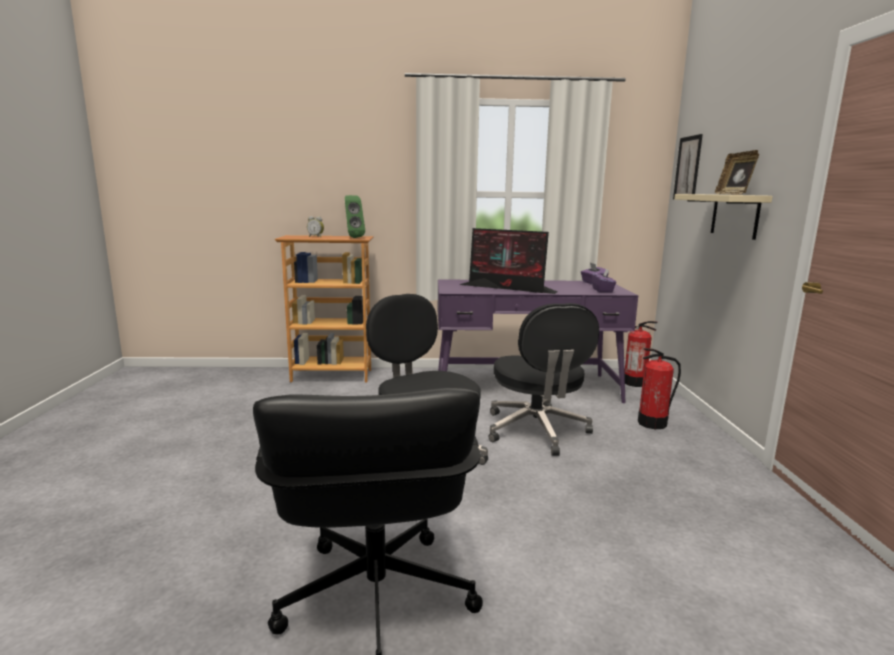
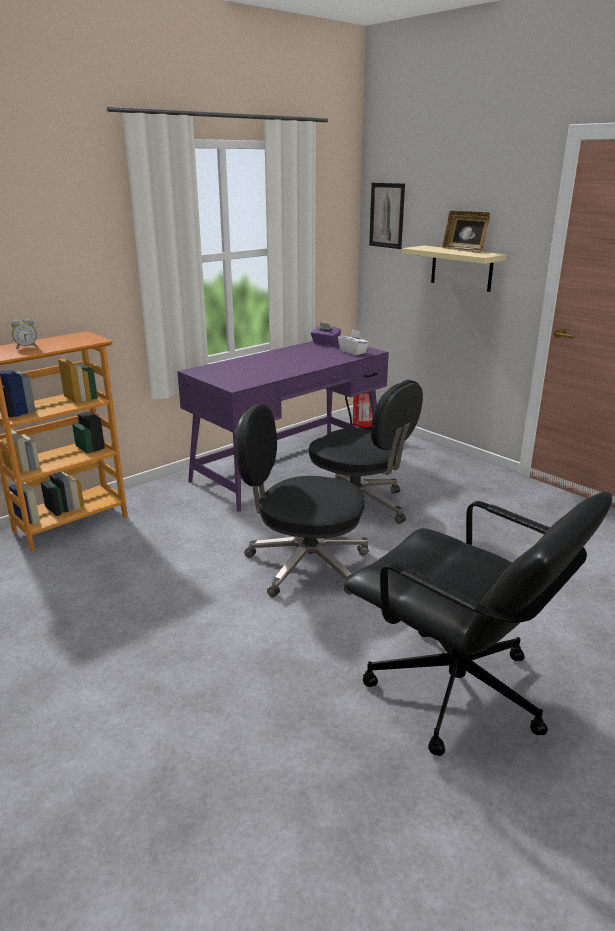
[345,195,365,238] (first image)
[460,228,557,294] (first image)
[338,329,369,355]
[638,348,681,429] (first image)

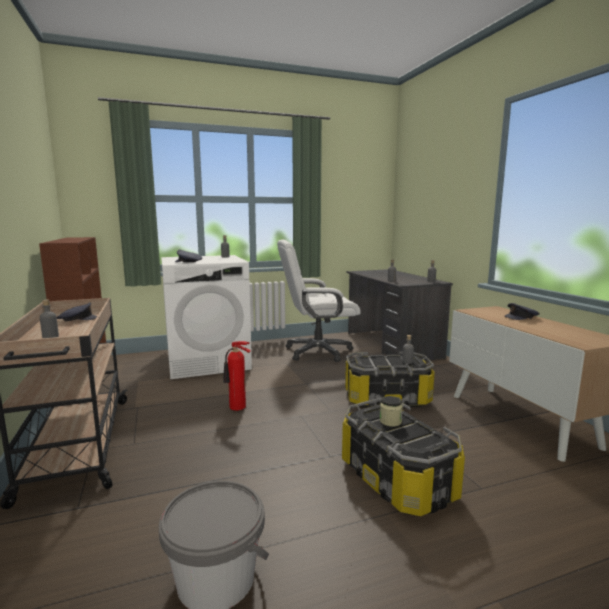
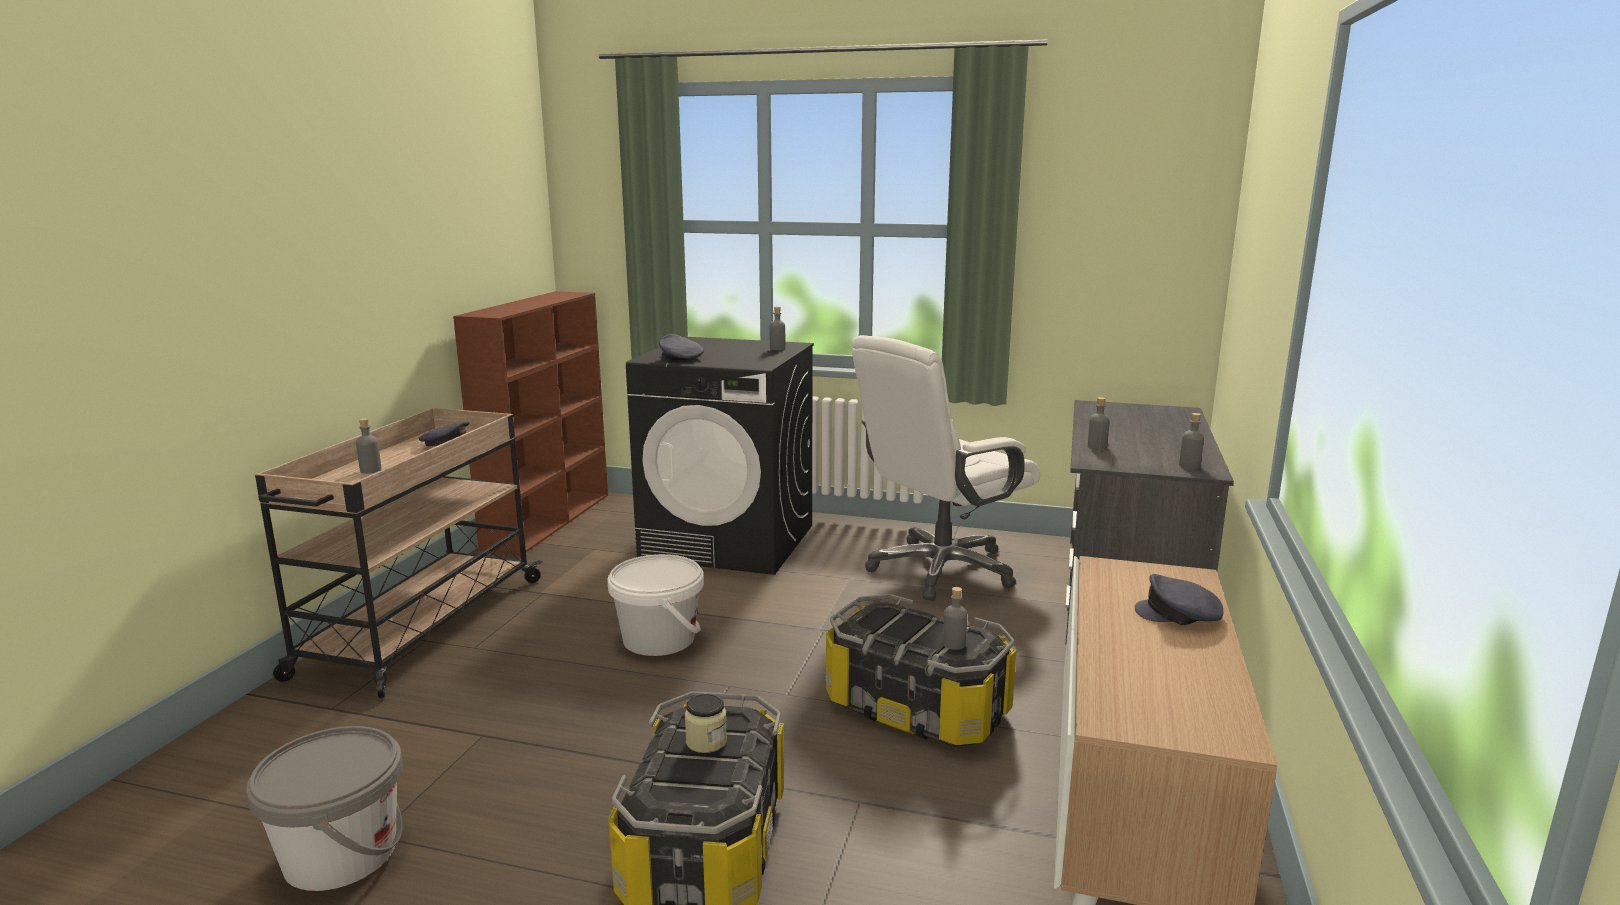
[852,335,1040,601]
[626,337,814,575]
[607,554,704,656]

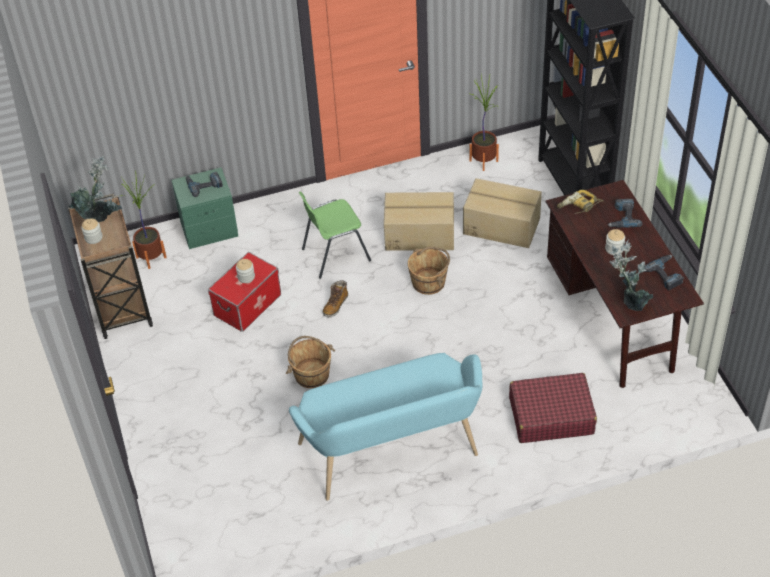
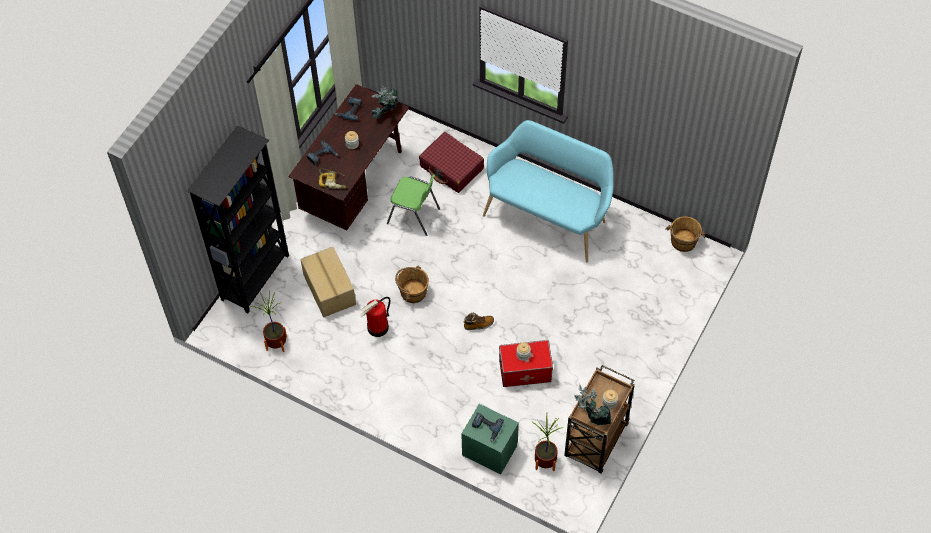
[387,174,440,236]
[359,297,390,337]
[665,216,706,252]

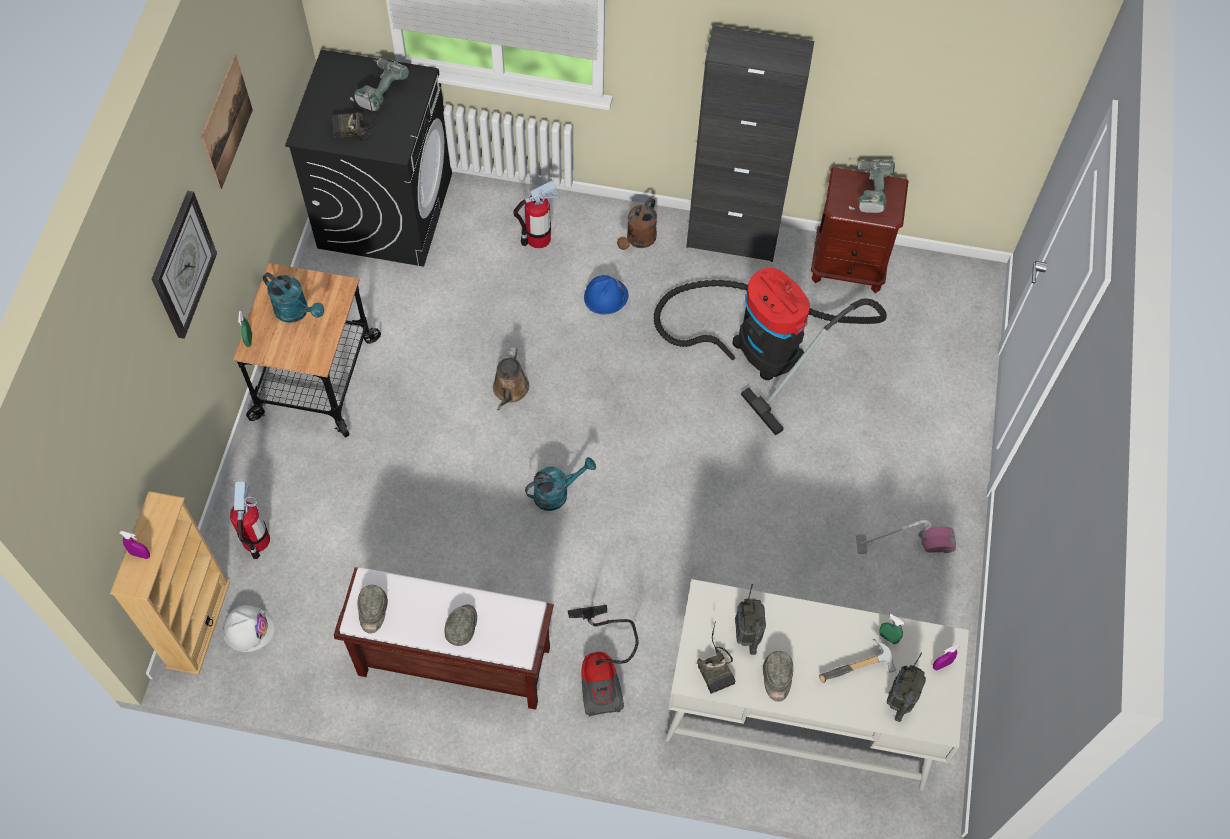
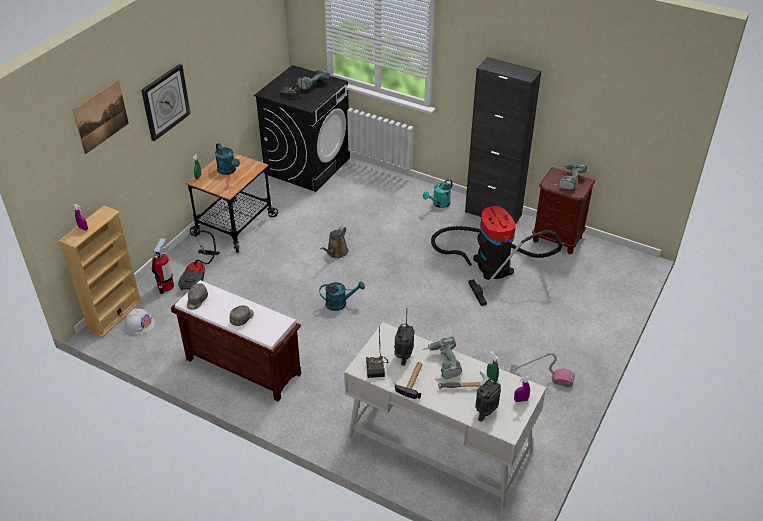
[73,80,129,154]
[513,180,559,249] (first image)
[423,179,453,208]
[584,275,628,314] (first image)
[178,230,220,291]
[395,362,422,399]
[424,336,462,381]

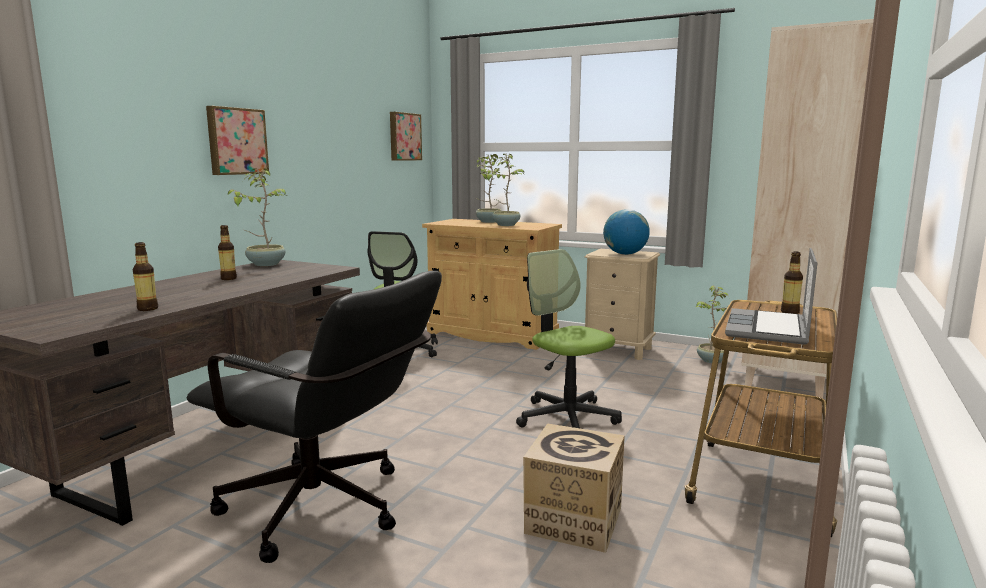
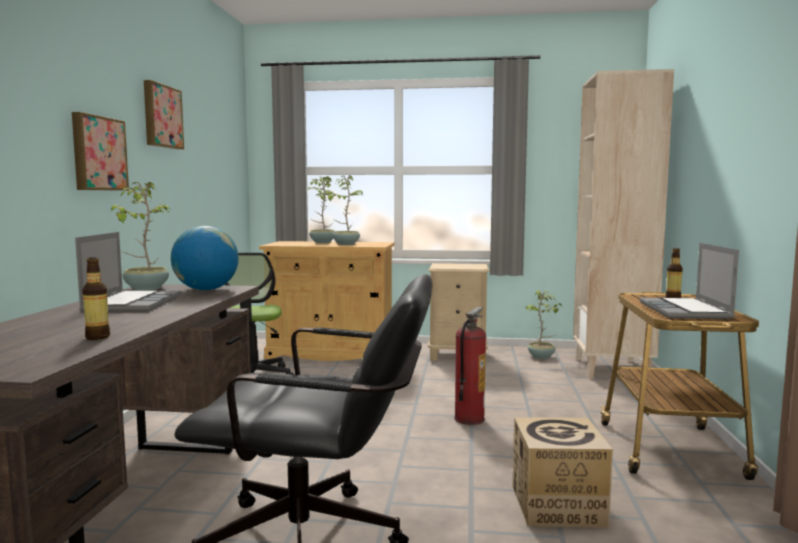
[144,80,184,150]
[171,226,238,290]
[75,232,181,312]
[454,307,486,425]

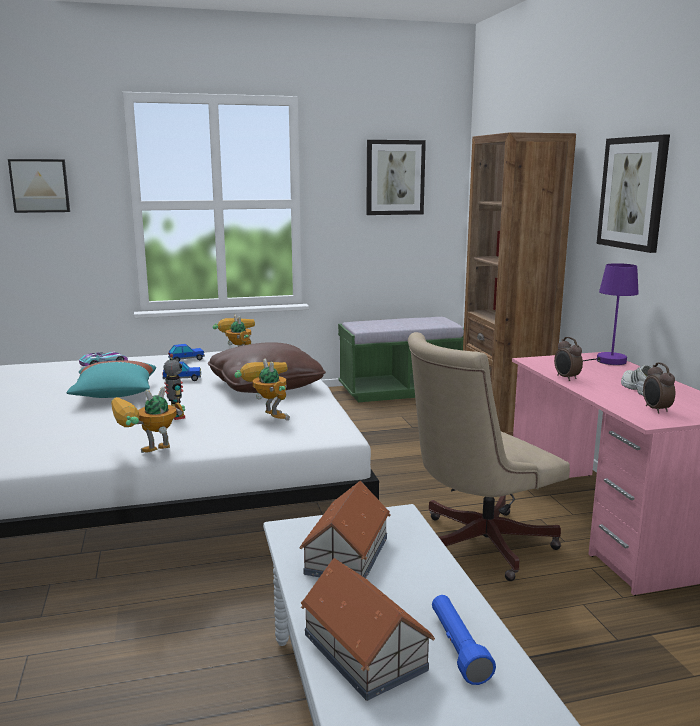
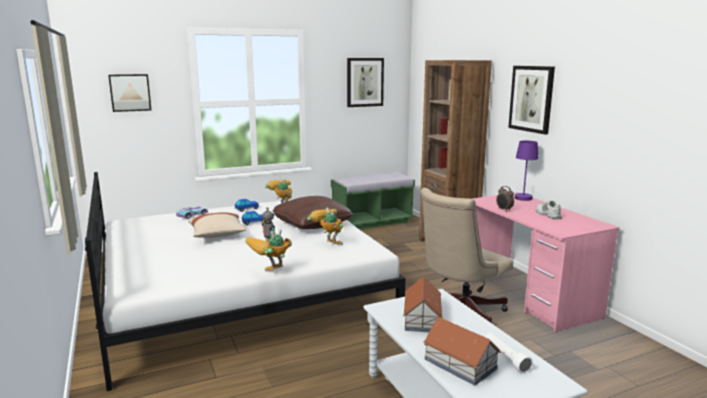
[188,212,246,238]
[643,363,675,414] (first image)
[486,332,533,373]

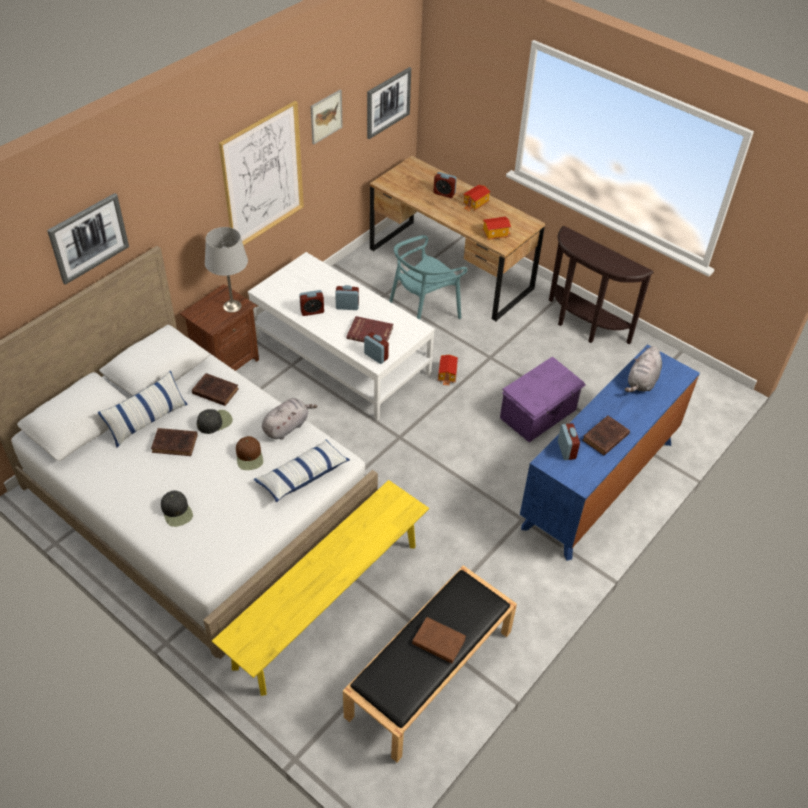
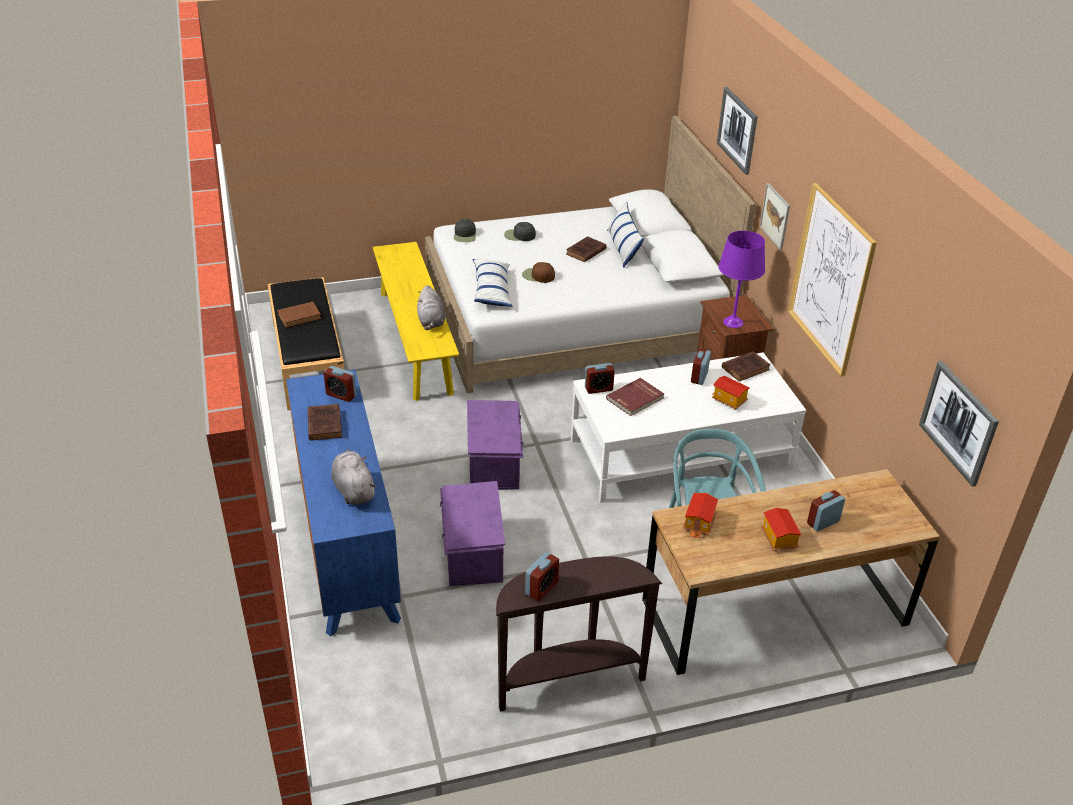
[760,183,790,250]
[718,231,765,328]
[525,552,559,601]
[712,376,750,410]
[722,351,770,382]
[417,285,445,330]
[454,219,476,242]
[467,400,523,490]

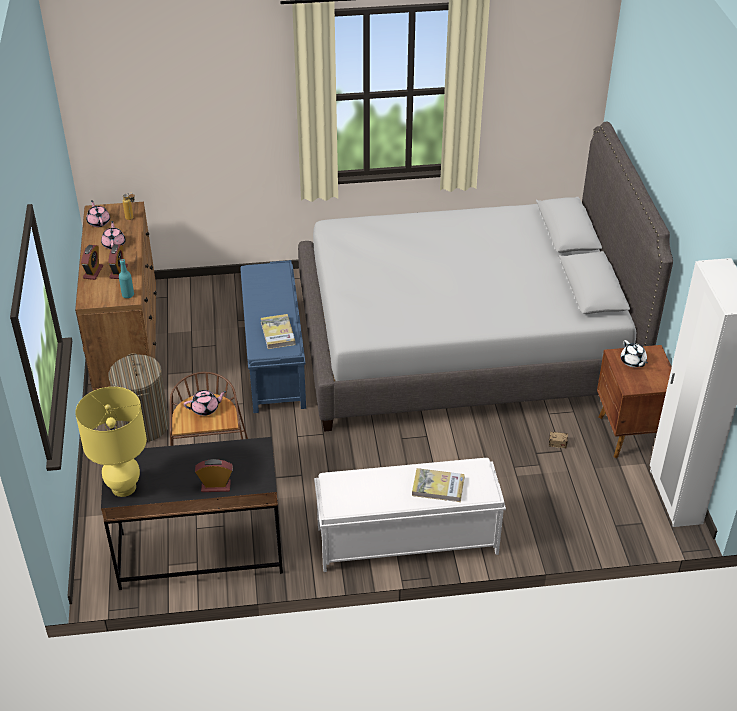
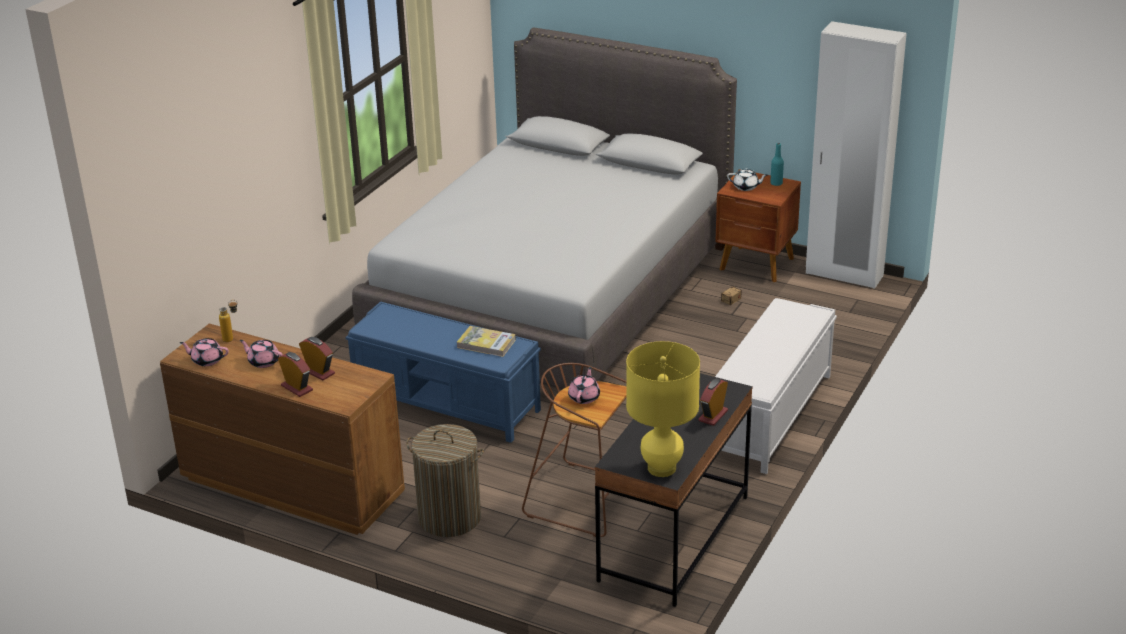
[770,143,784,186]
[412,468,465,502] (first image)

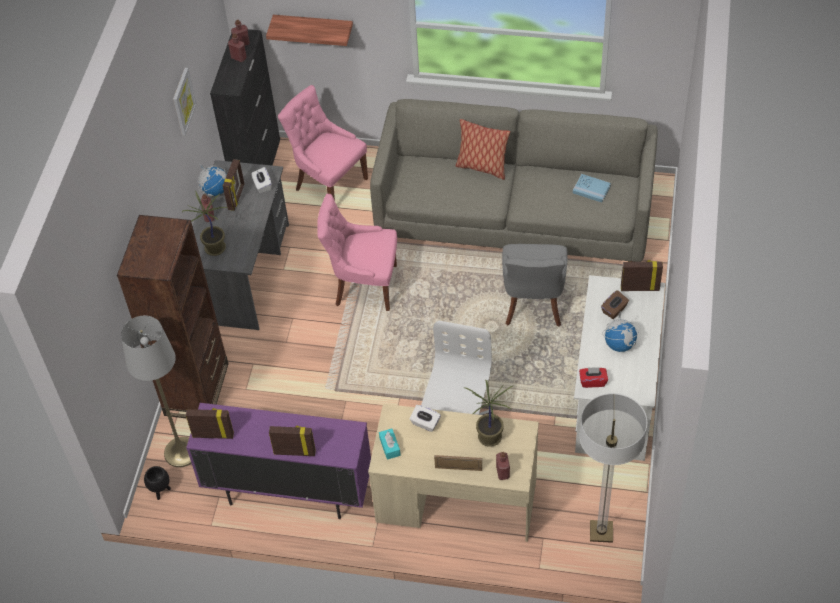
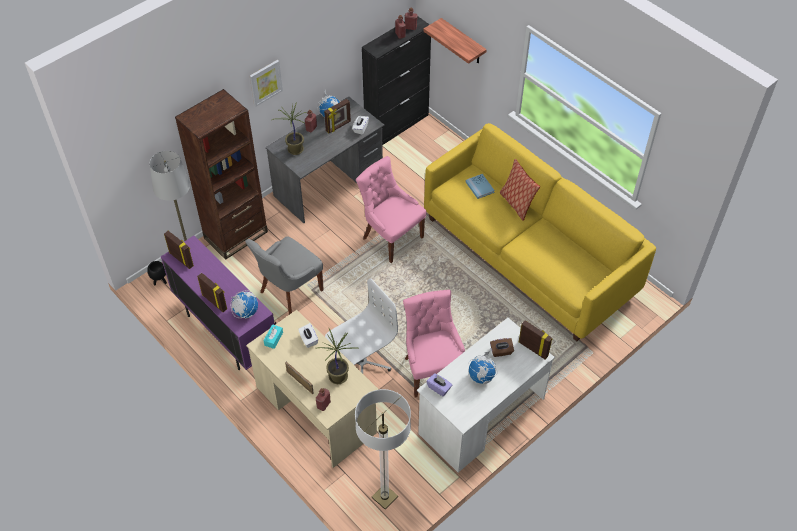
[250,60,283,107]
[403,290,465,398]
[424,123,656,342]
[466,174,495,199]
[245,236,324,315]
[427,373,452,396]
[231,290,258,318]

